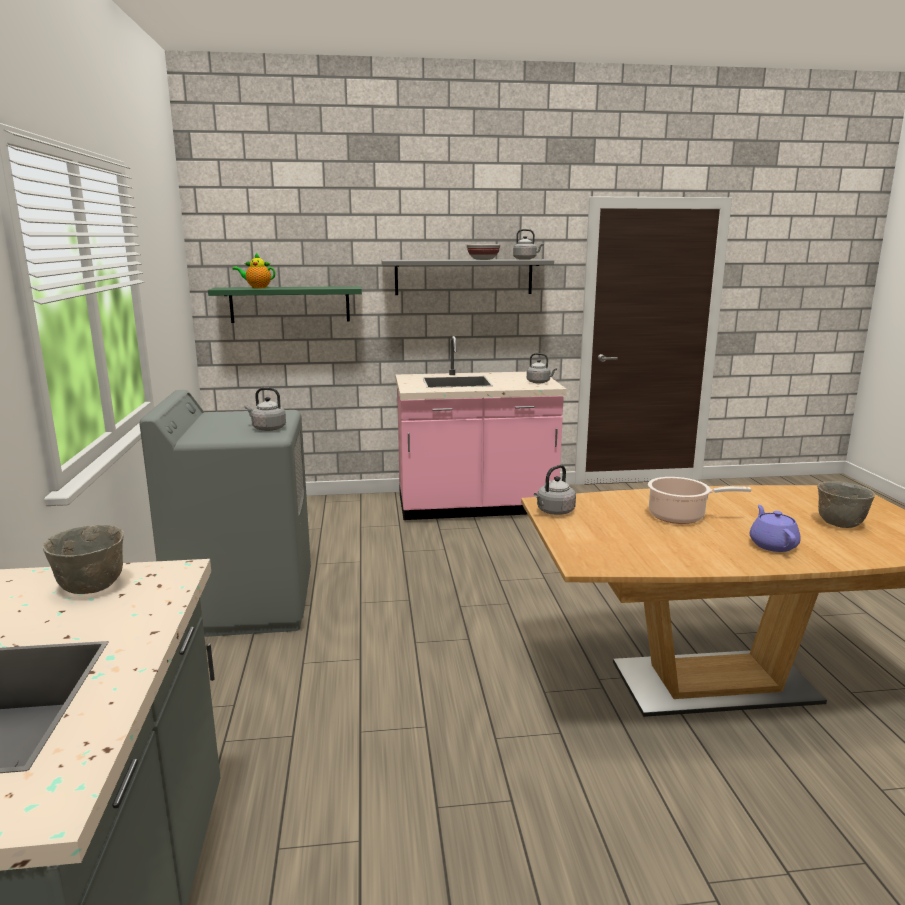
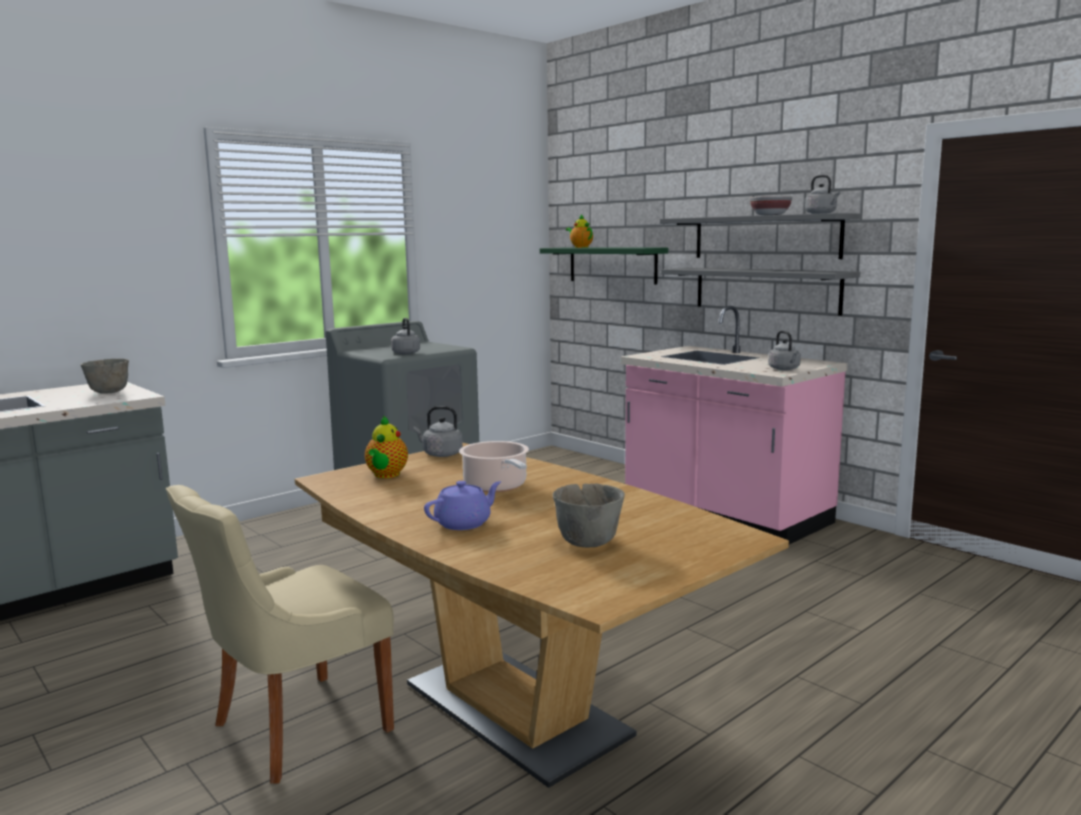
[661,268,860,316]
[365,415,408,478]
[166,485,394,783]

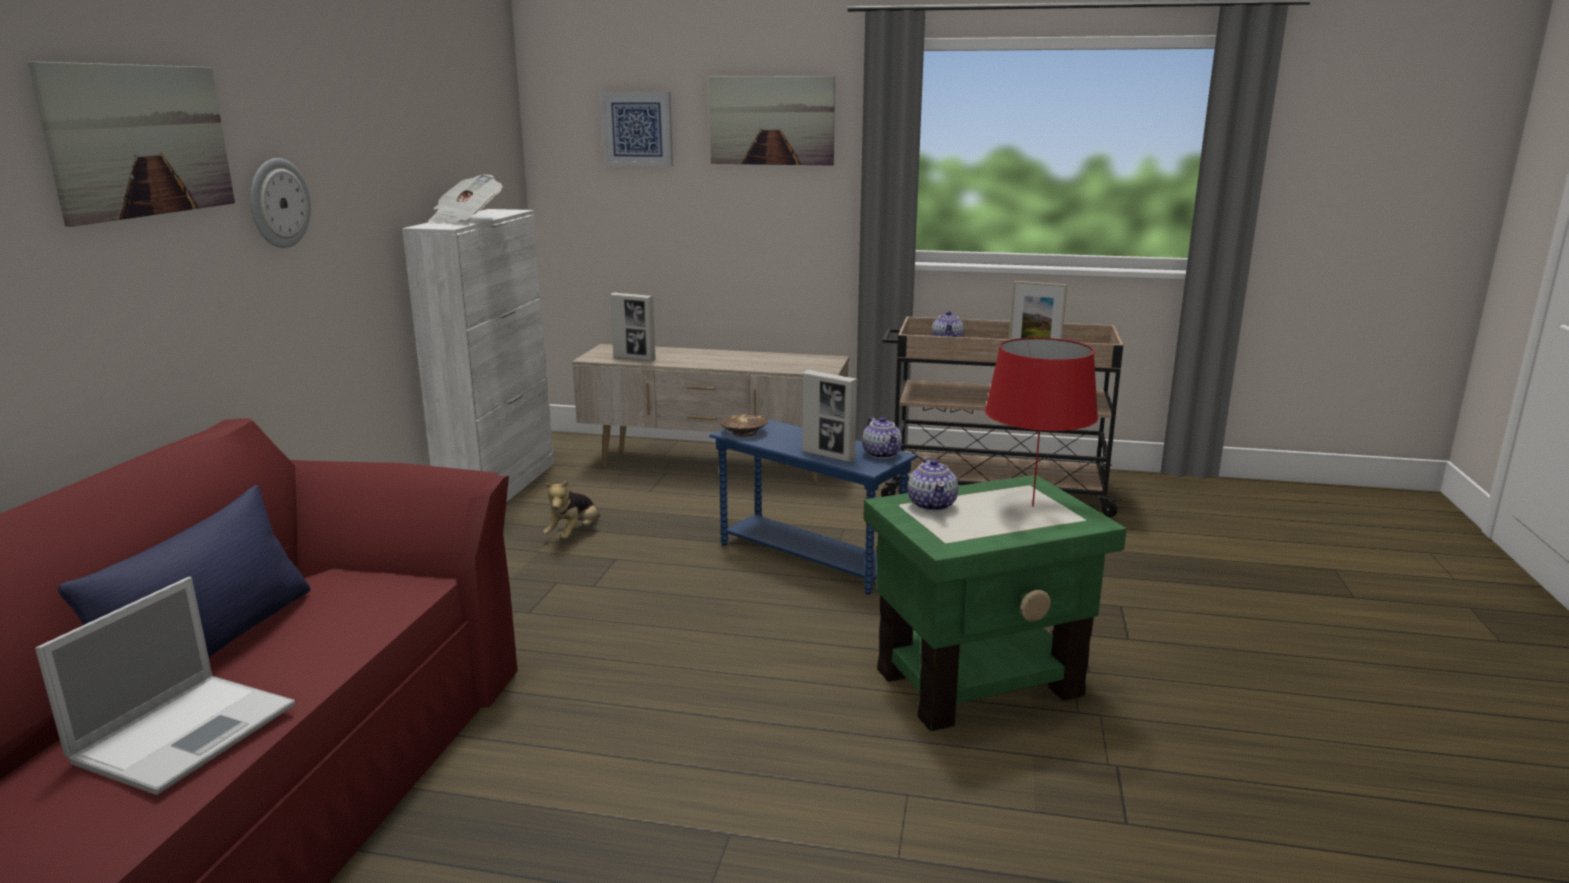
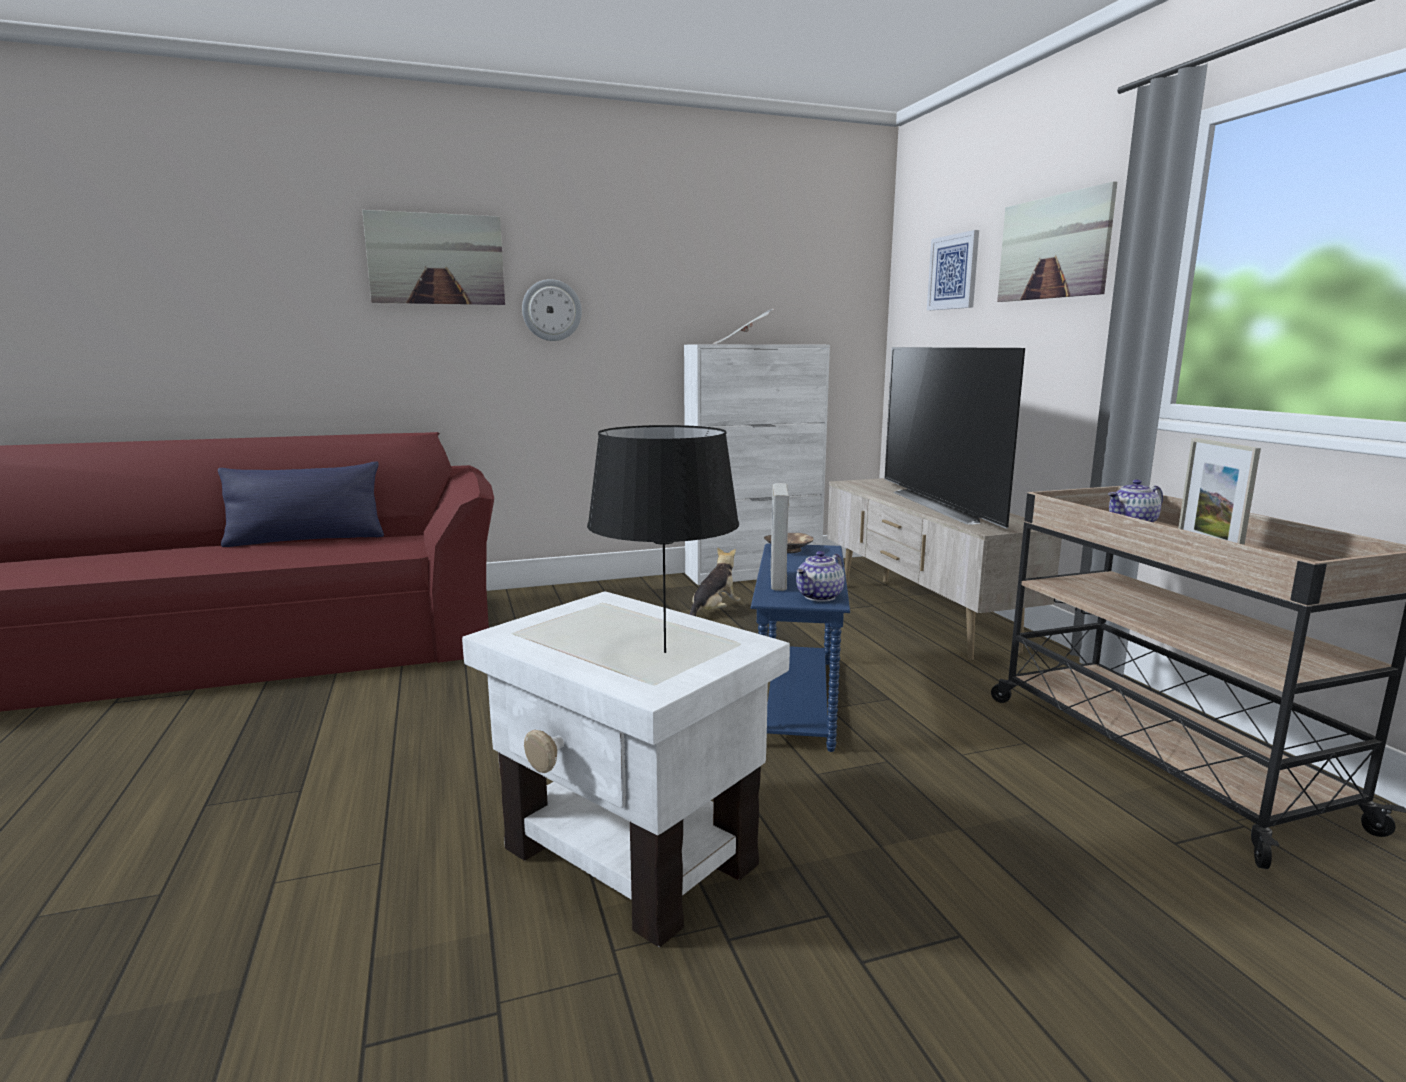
[610,292,656,361] (first image)
[587,425,739,653]
[908,458,958,511] (first image)
[462,592,790,948]
[690,547,740,616]
[35,577,295,795] (first image)
[884,347,1025,529]

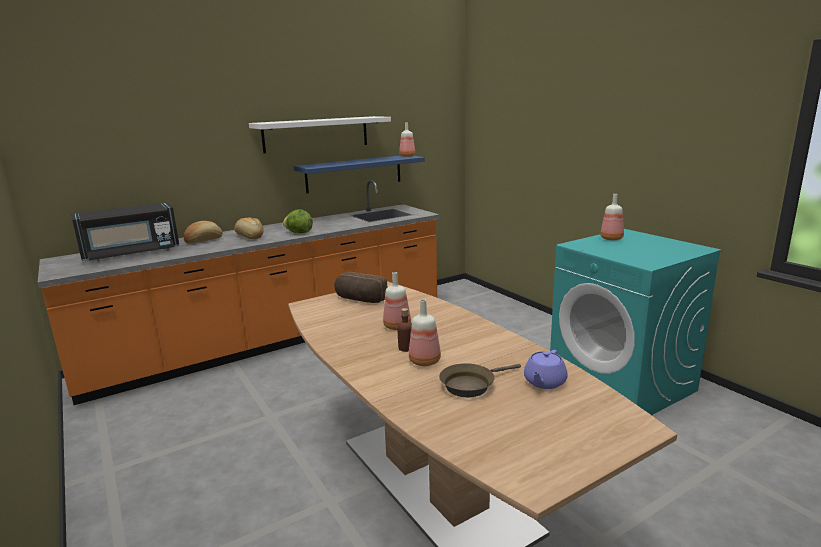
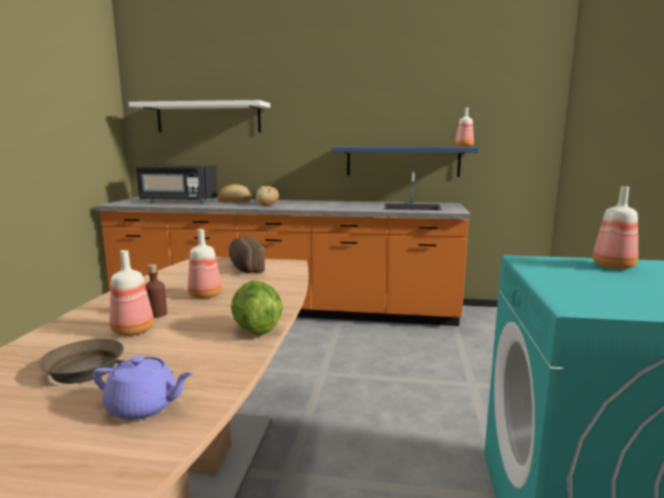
[129,100,270,133]
[231,281,283,335]
[92,356,193,420]

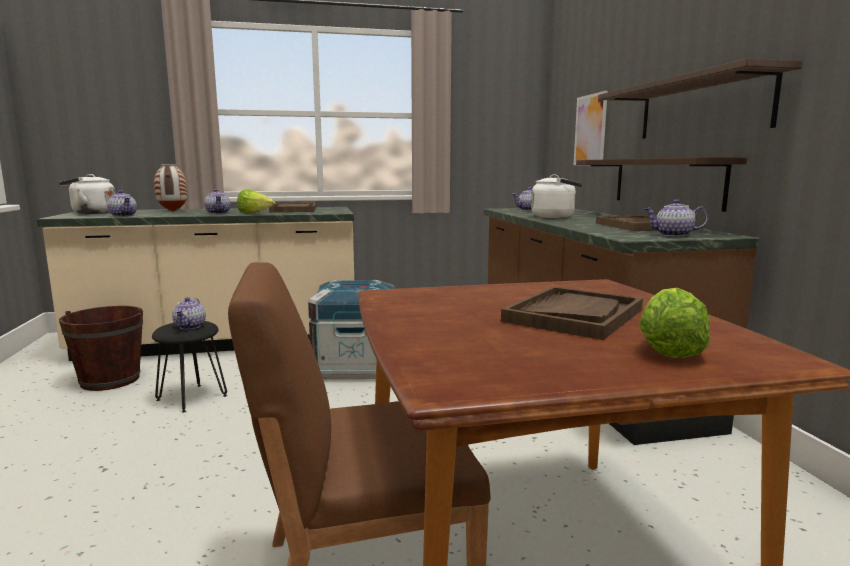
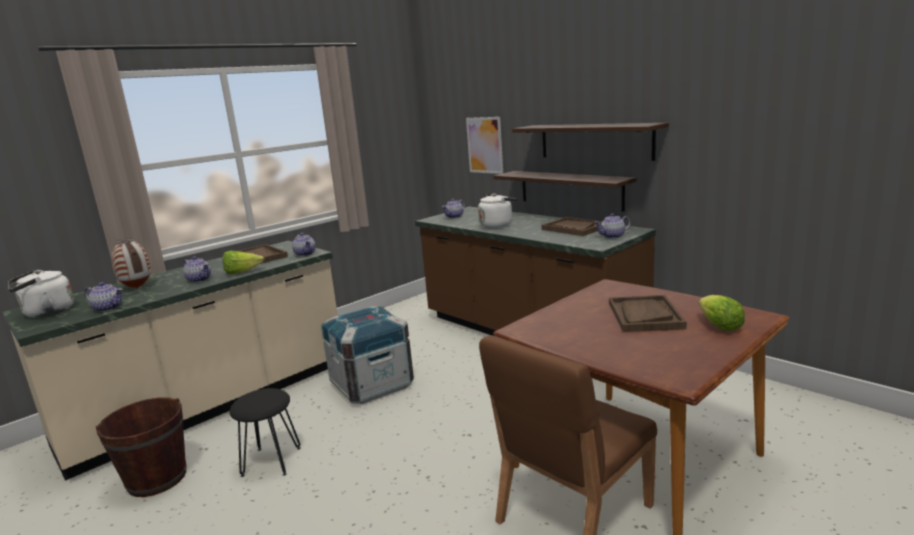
[292,233,316,256]

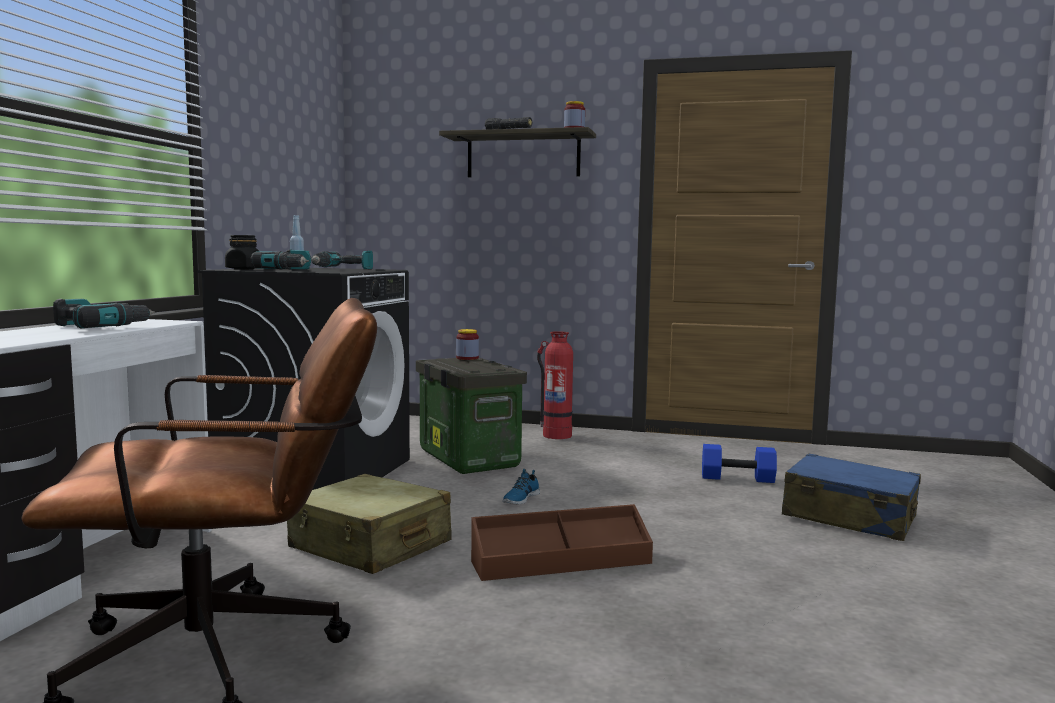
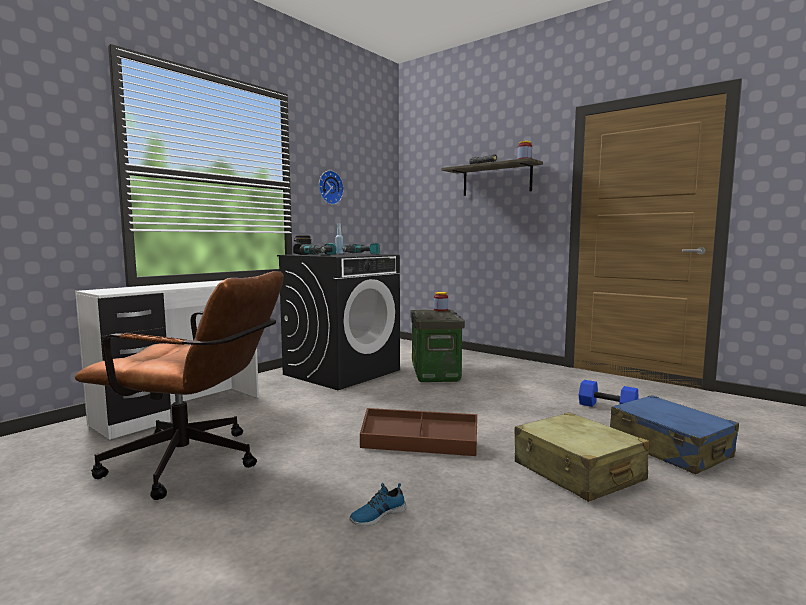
[53,299,155,329] (first image)
[537,331,573,439] (first image)
[349,483,406,526]
[515,412,649,502]
[319,170,344,205]

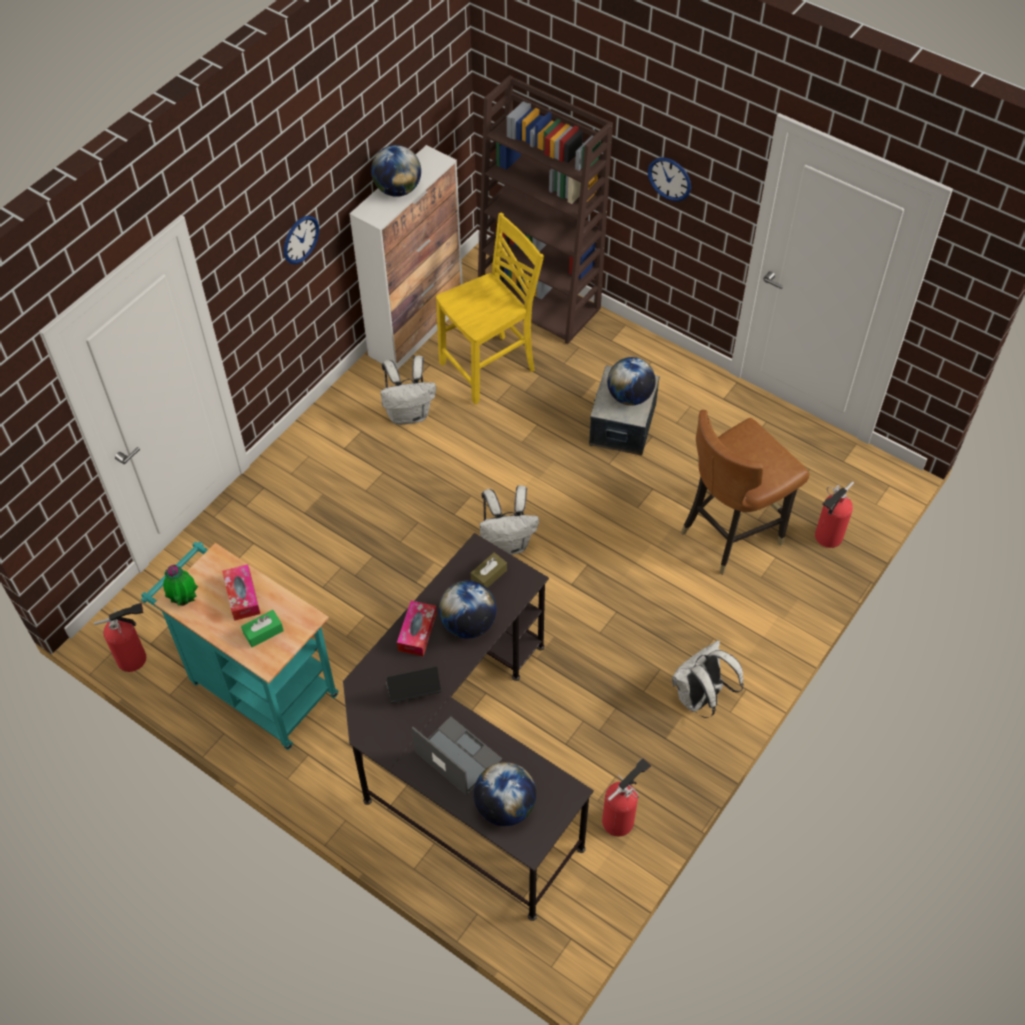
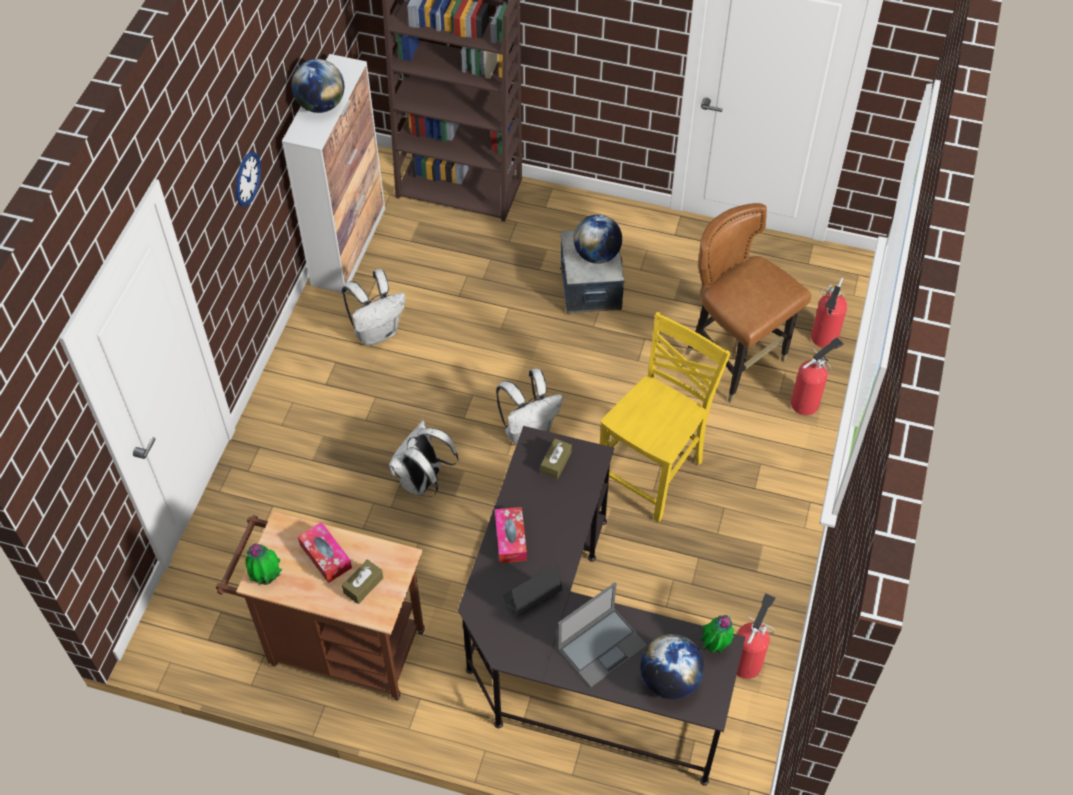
[648,158,691,201] (first image)
[600,312,731,522]
[685,203,811,403]
[216,511,425,701]
[439,581,496,638] (first image)
[791,337,844,415]
[342,559,383,604]
[389,420,459,497]
[557,582,647,687]
[700,615,734,654]

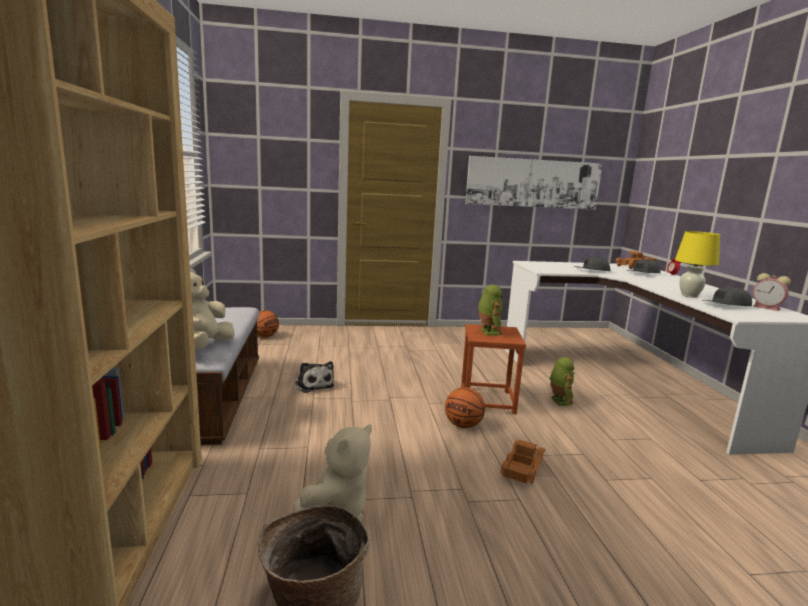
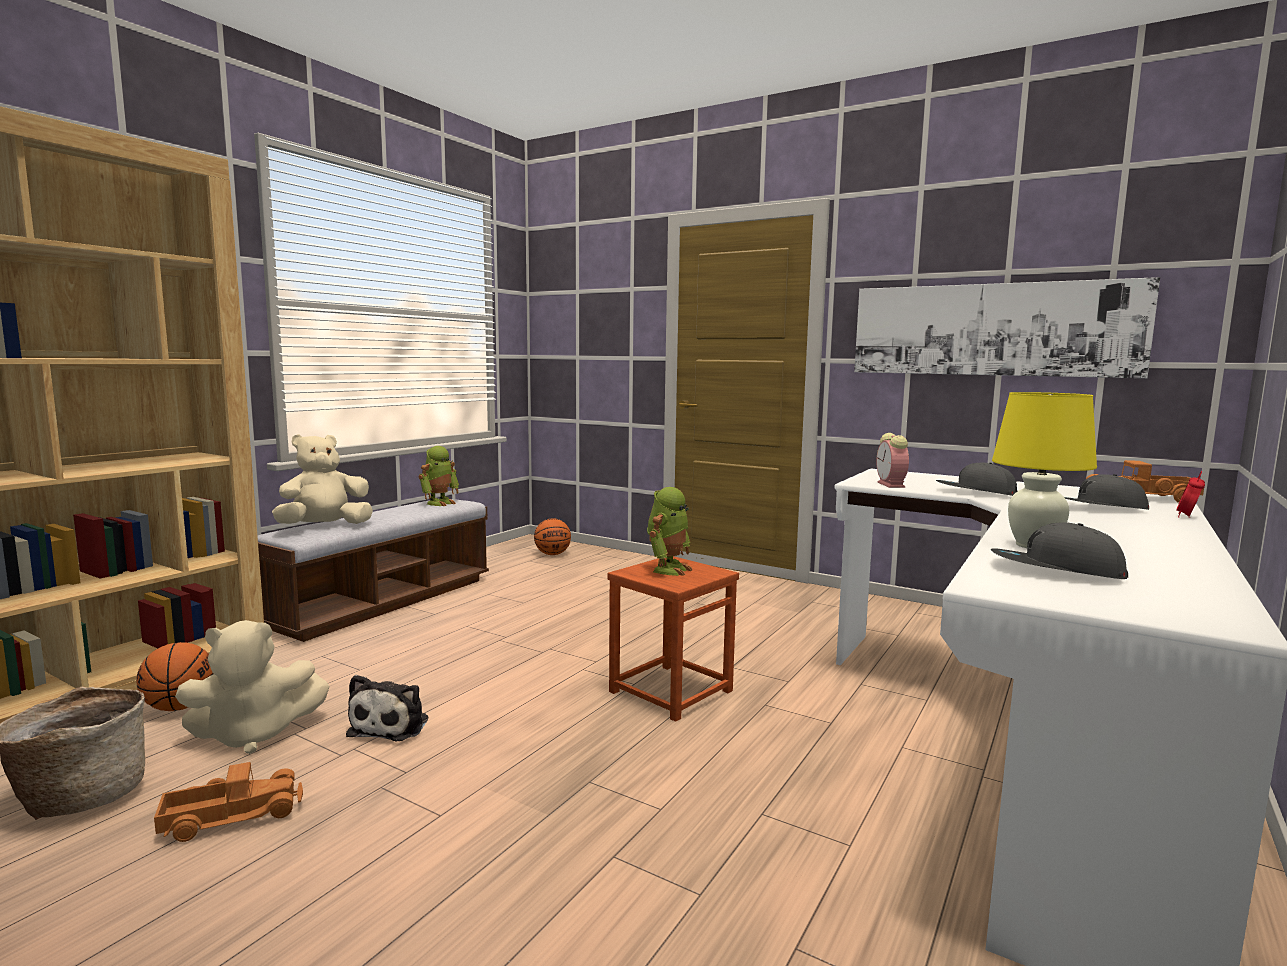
[876,433,909,488]
[418,446,459,506]
[346,675,428,742]
[136,642,213,711]
[154,762,303,842]

